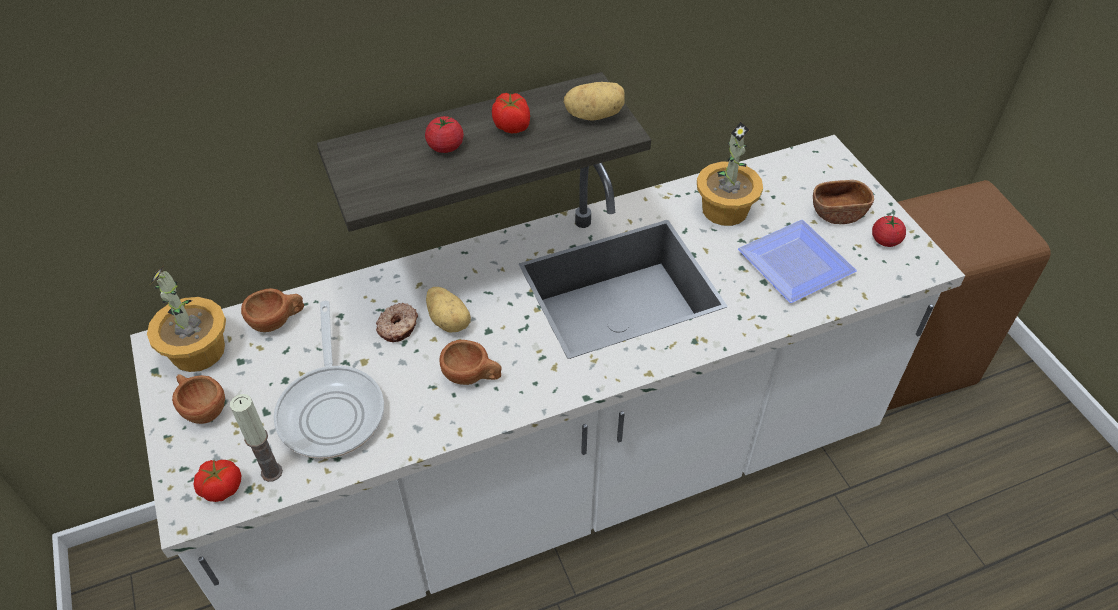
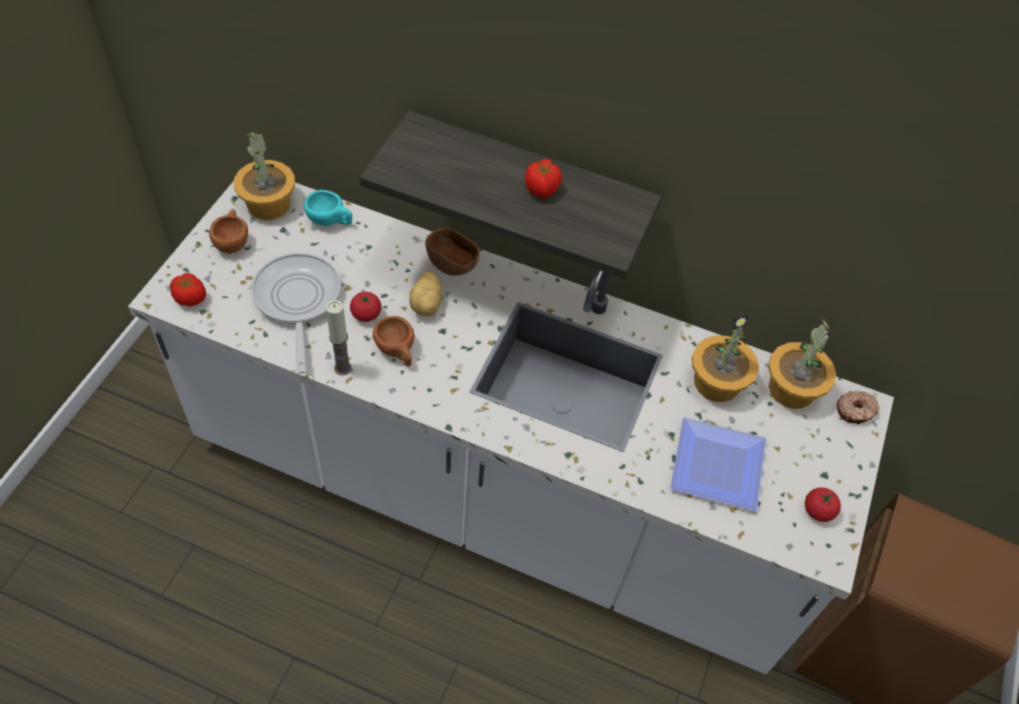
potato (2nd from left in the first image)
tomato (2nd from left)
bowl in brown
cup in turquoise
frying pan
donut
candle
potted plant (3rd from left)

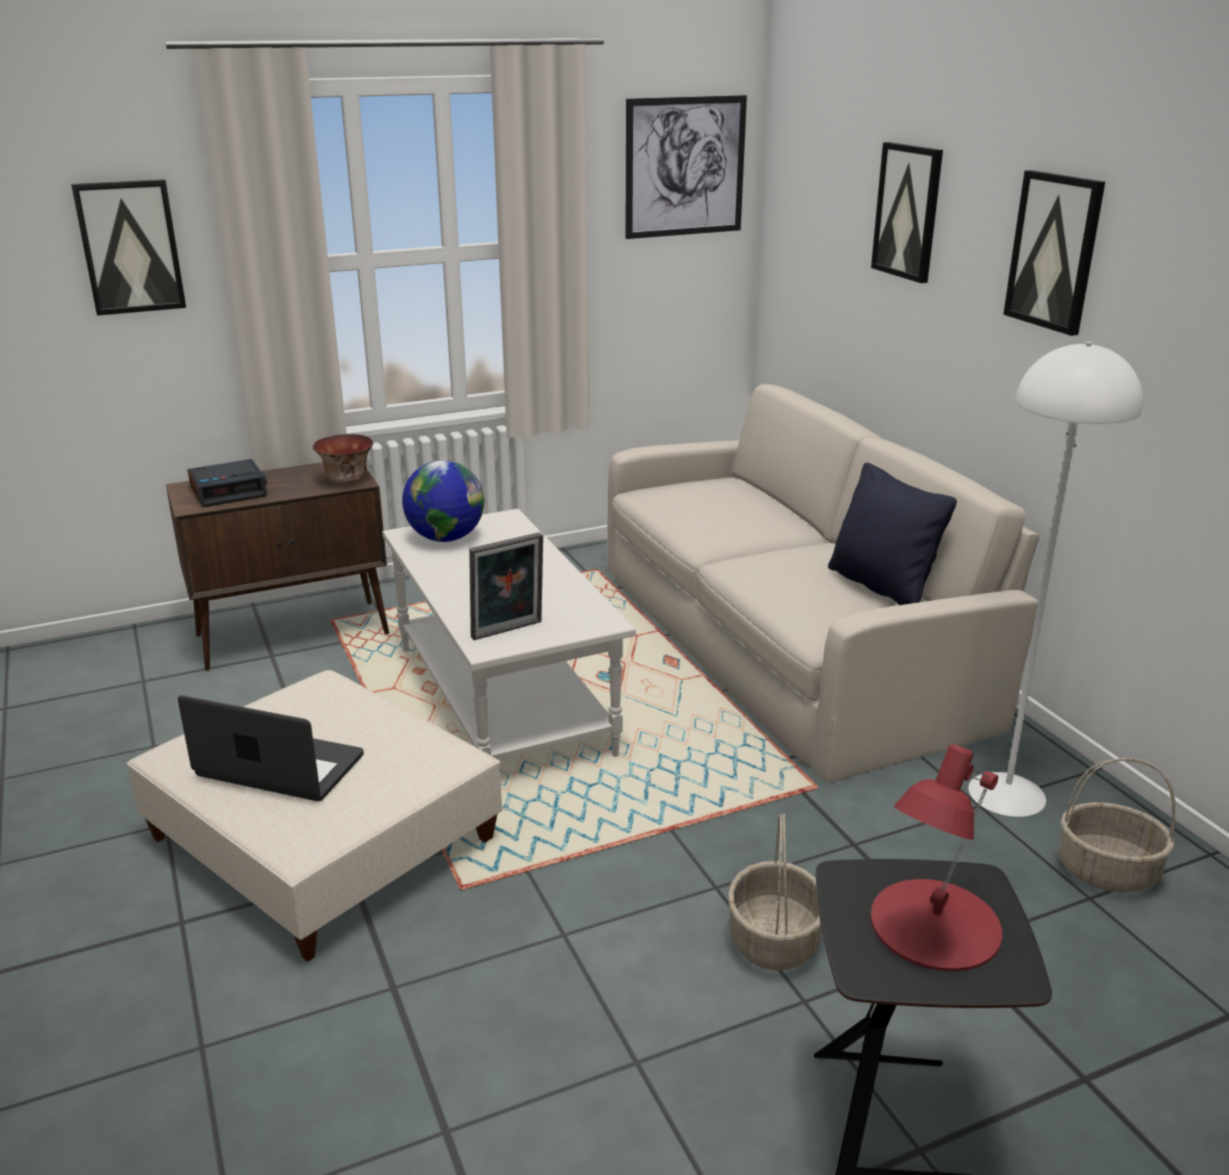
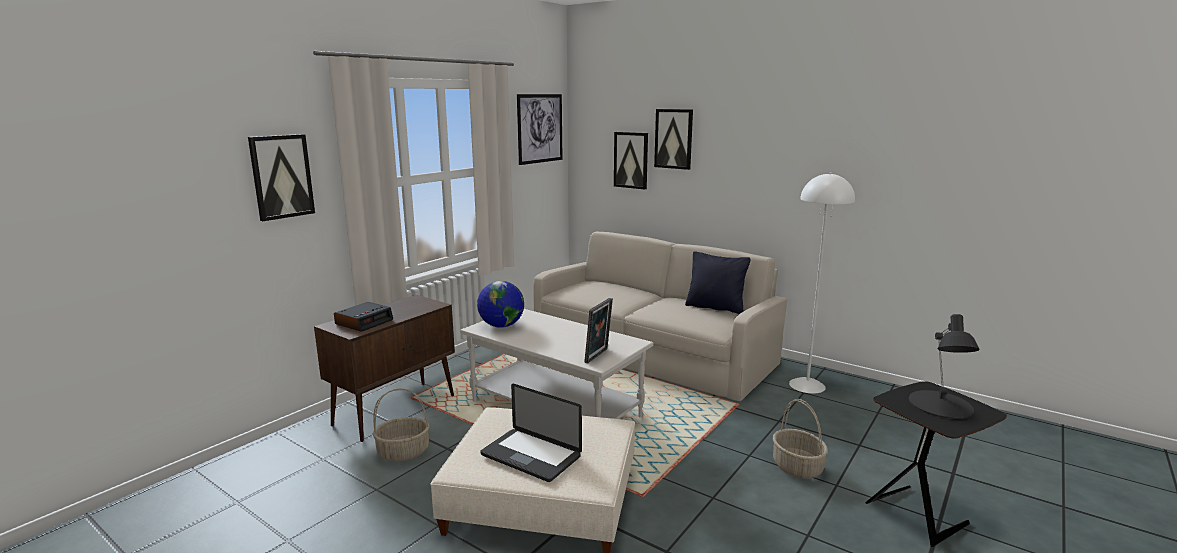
picture (3rd from left)
bowl
laptop
table lamp in black
basket (1st from left)

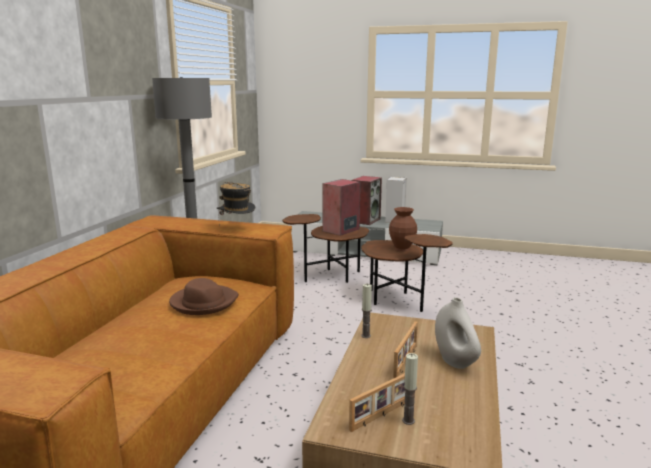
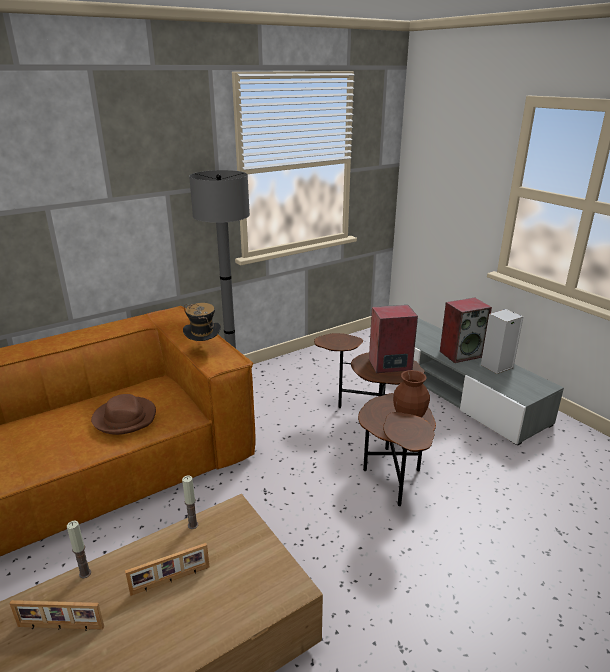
vase in white
candle (1st from left)

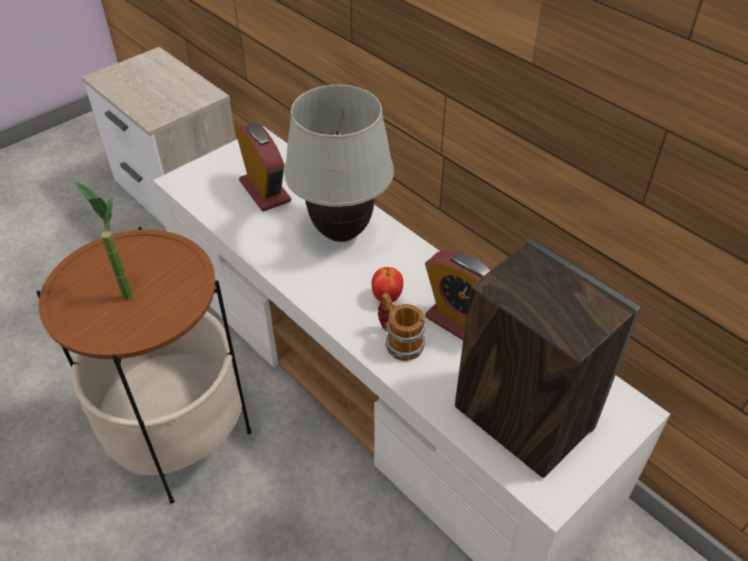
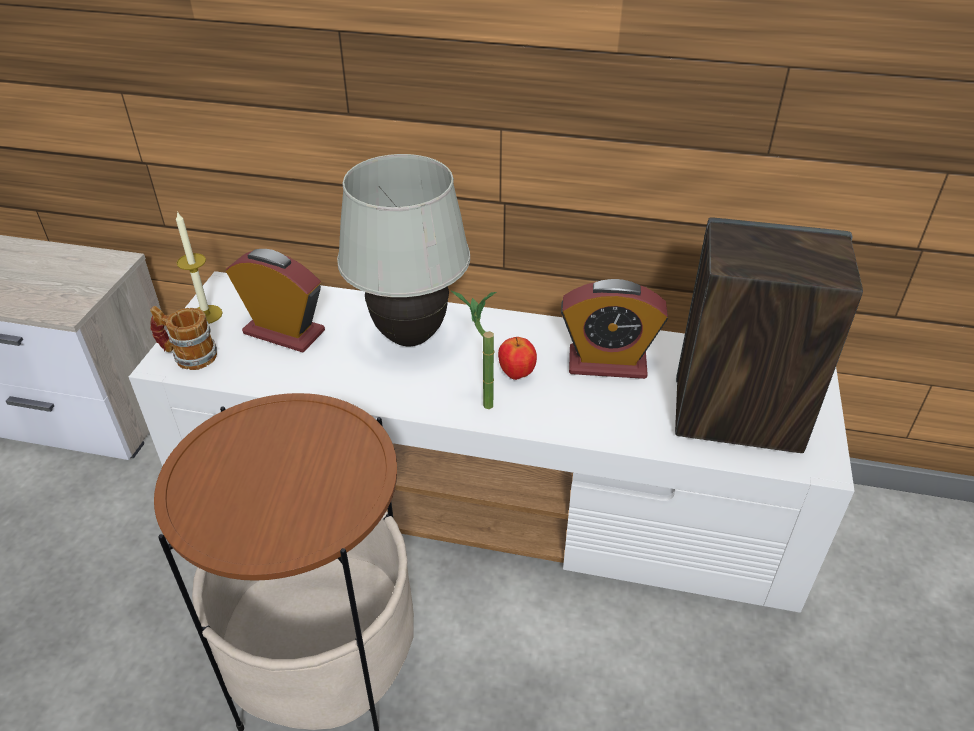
potted plant
mug
candle

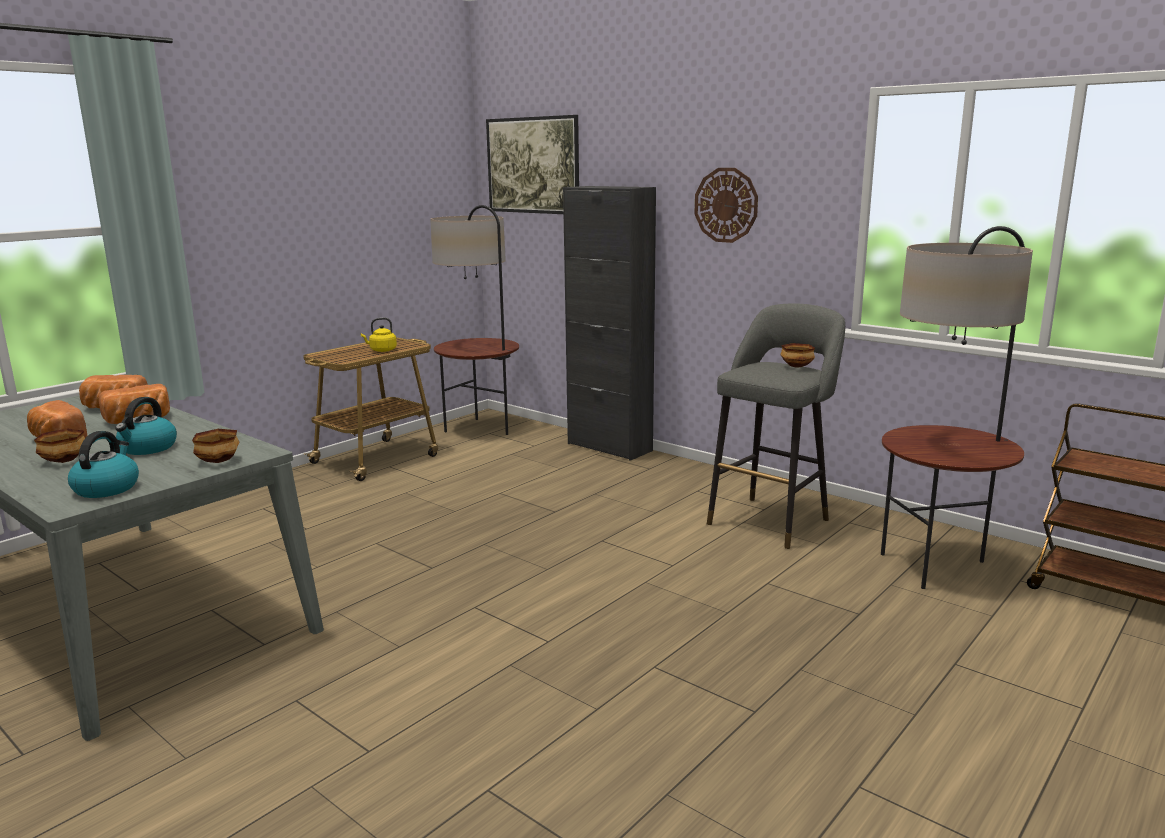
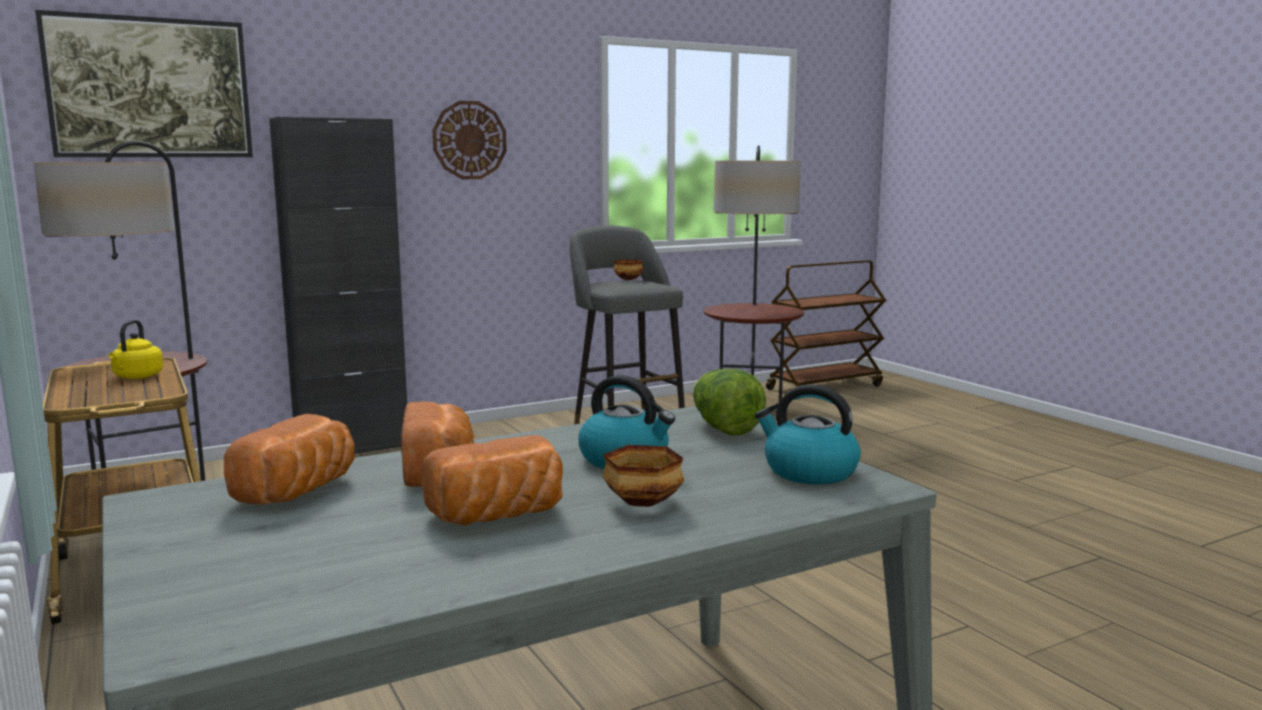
lettuce

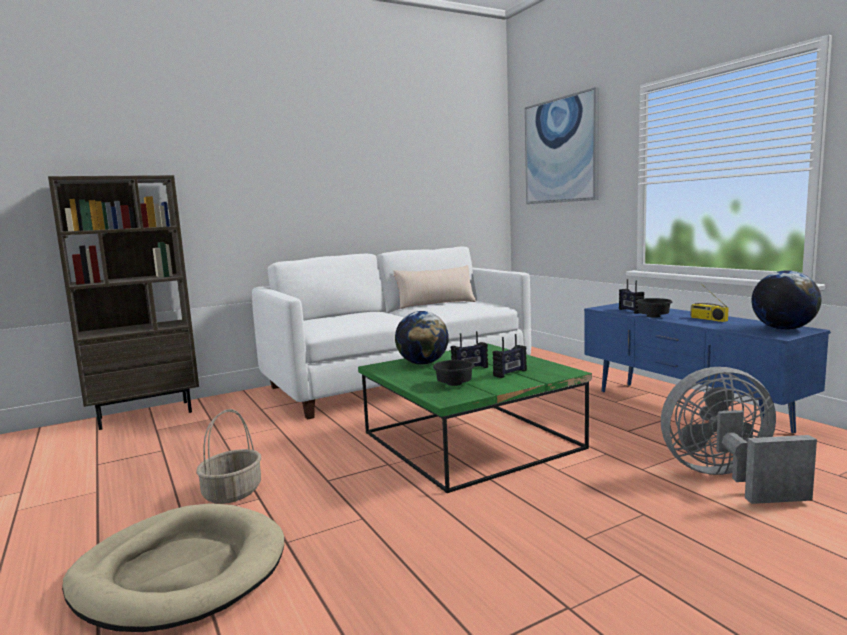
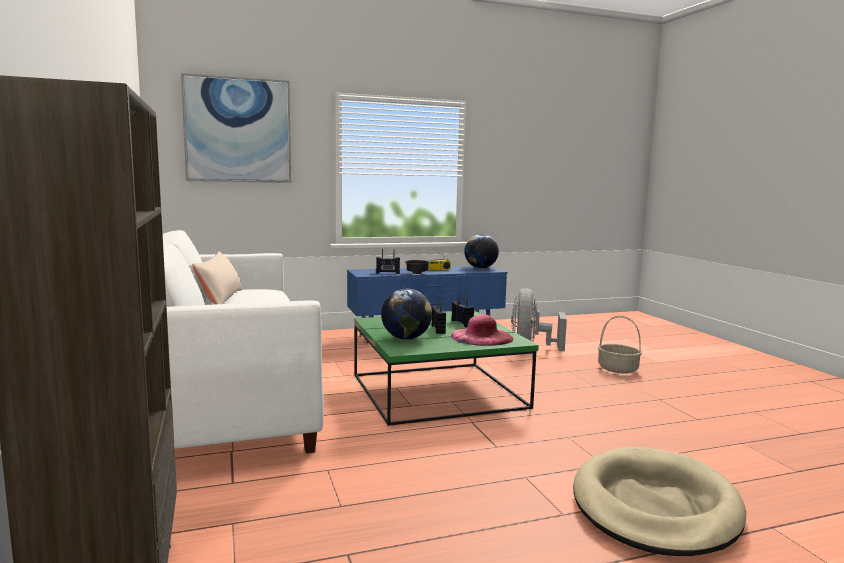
hat in pink
basket

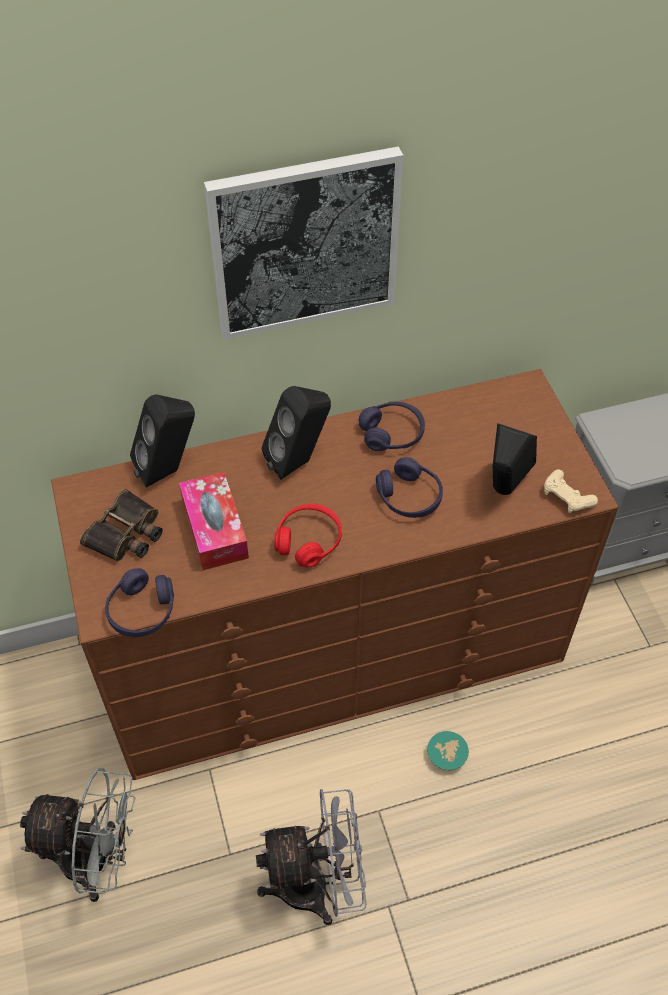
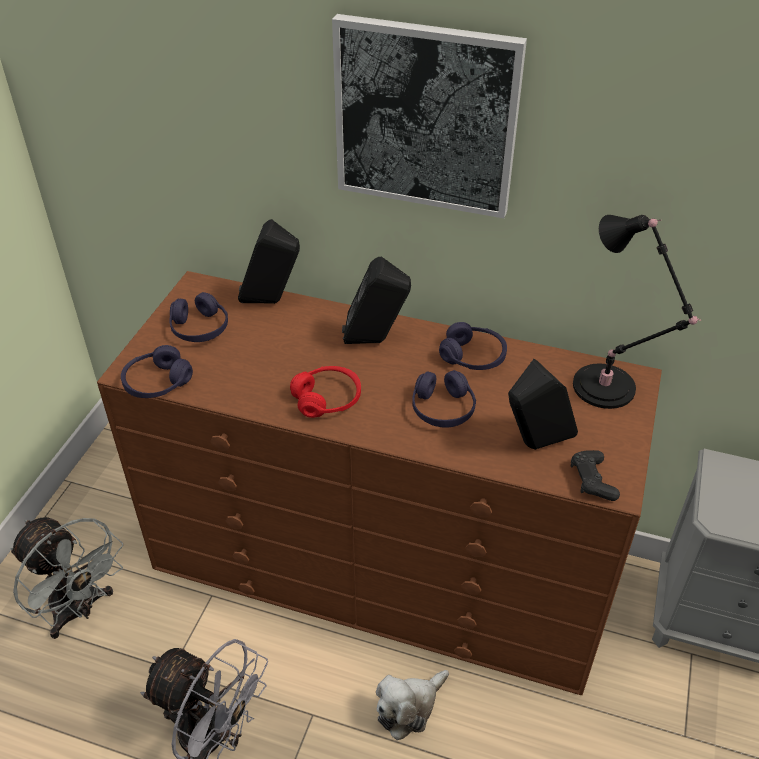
game controller in black
tissue box
headphones in purple (2nd from left)
plush toy
table lamp in black

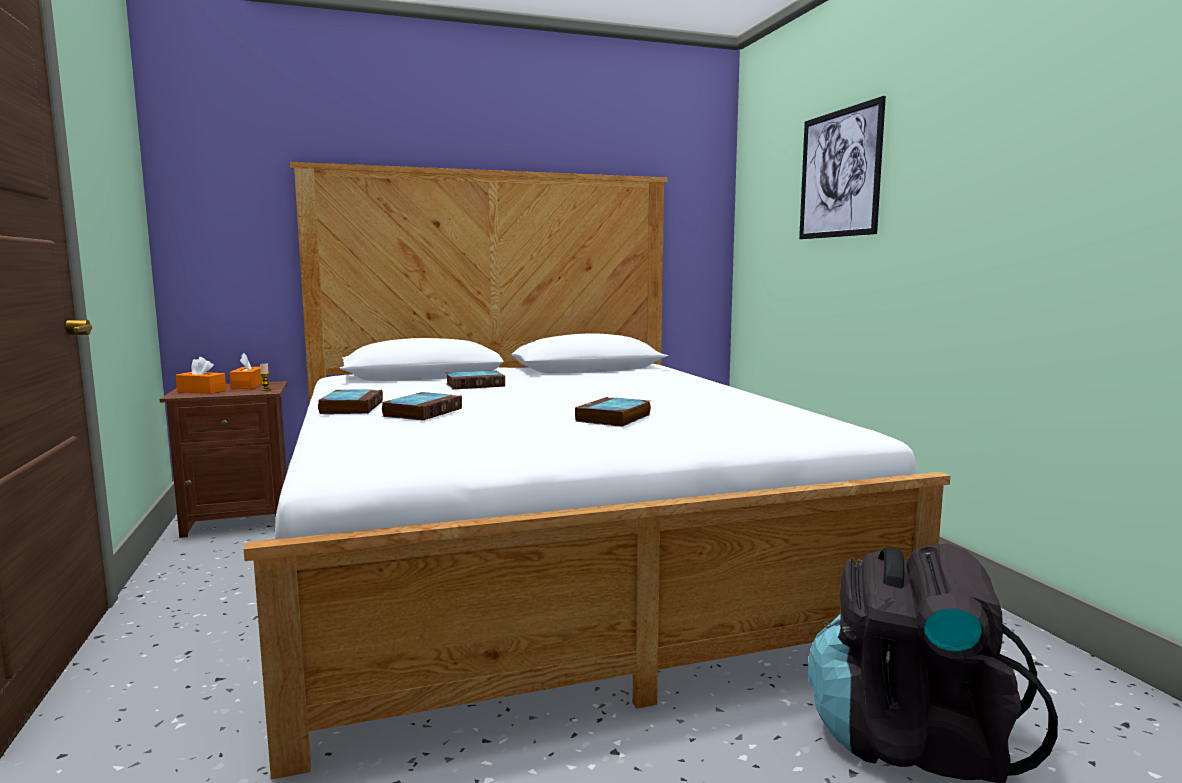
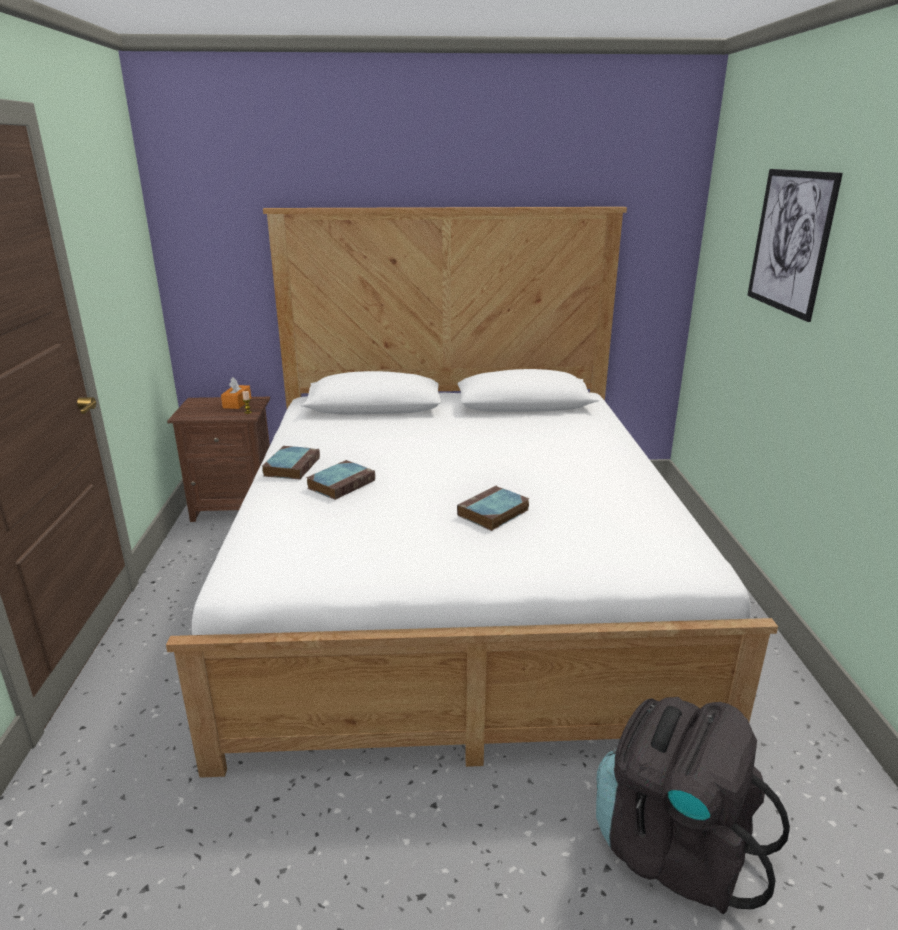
tissue box in orange (1st from left in the first image)
book (3rd from left in the first image)

